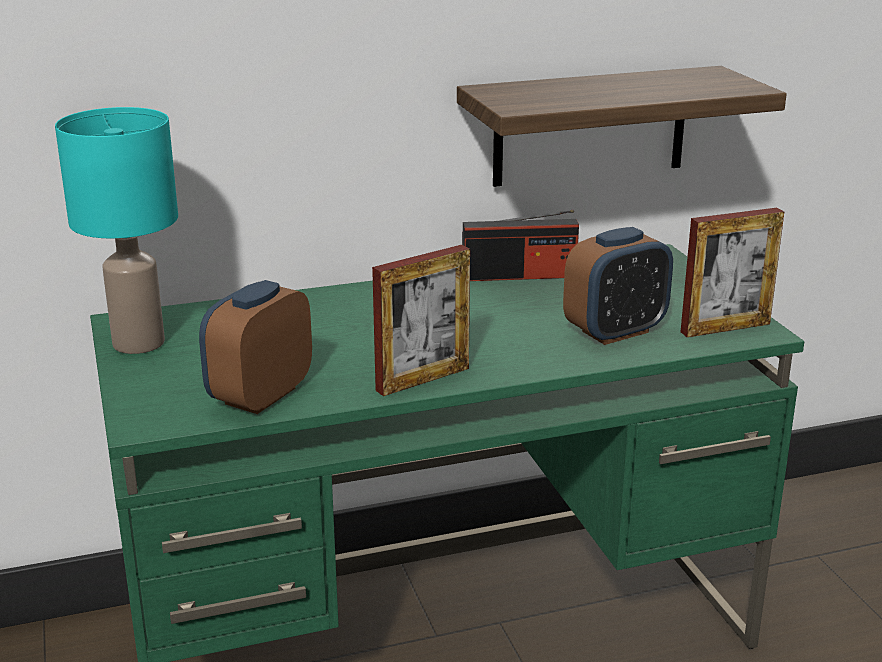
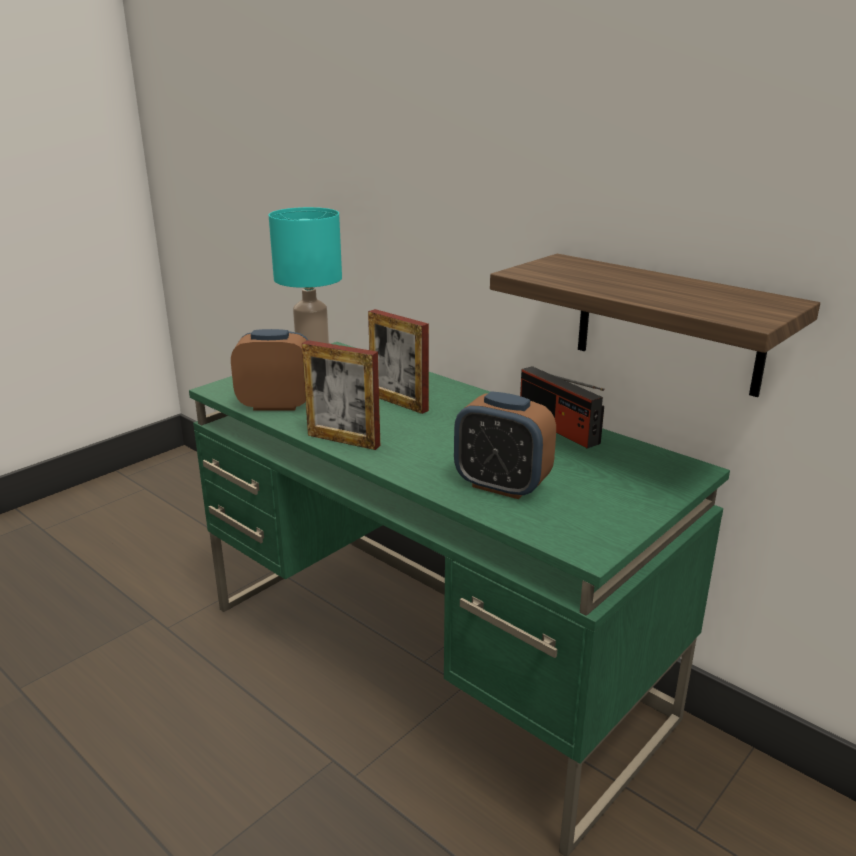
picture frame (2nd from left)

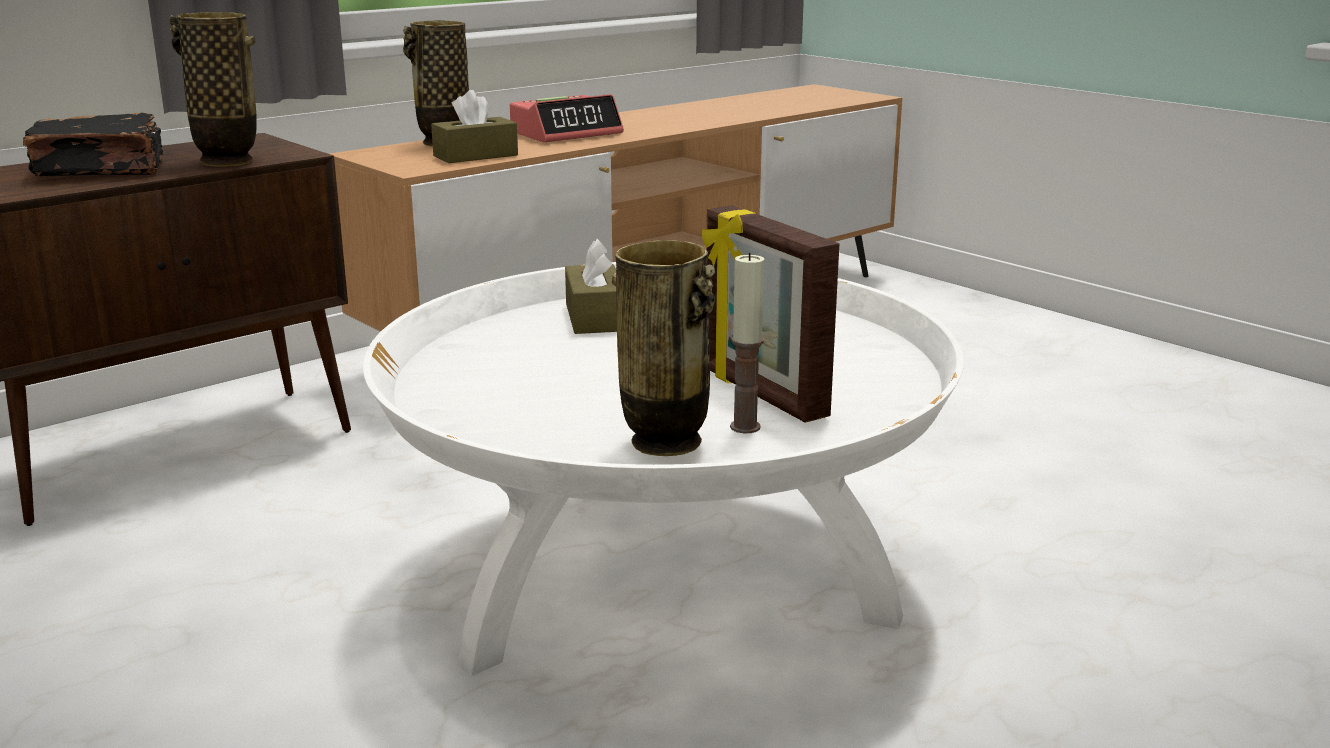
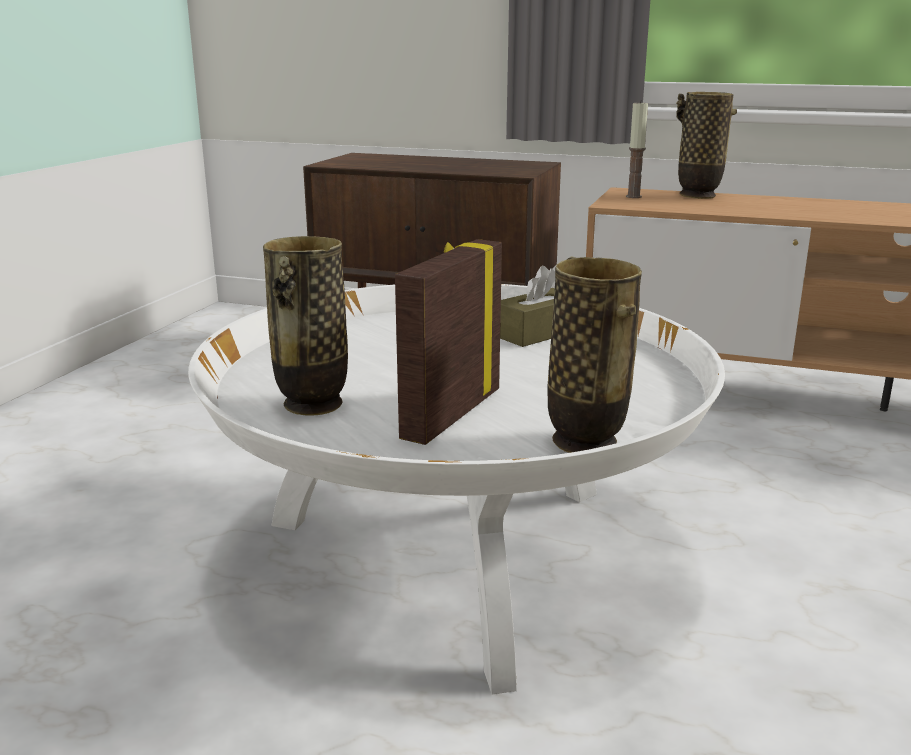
vase (2nd from left)
tissue box in brown (1st from left in the first image)
alarm clock
book in black
candle

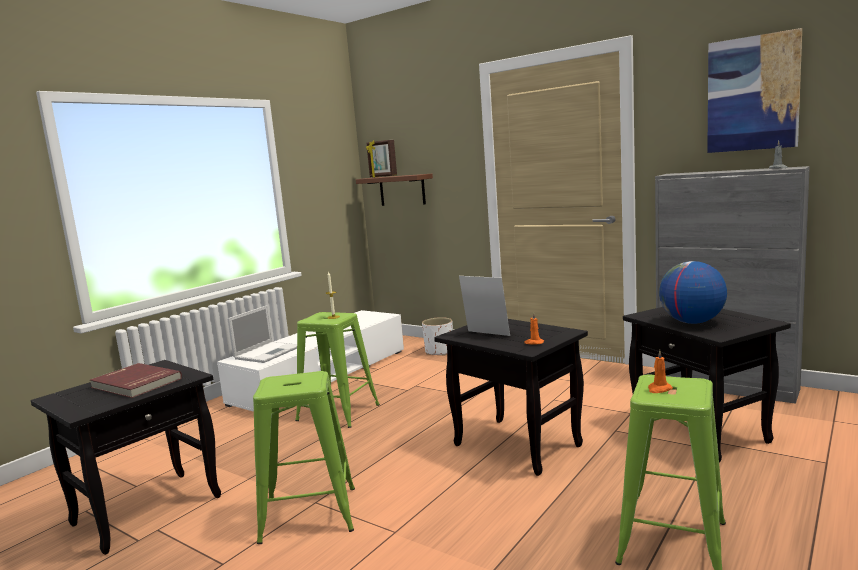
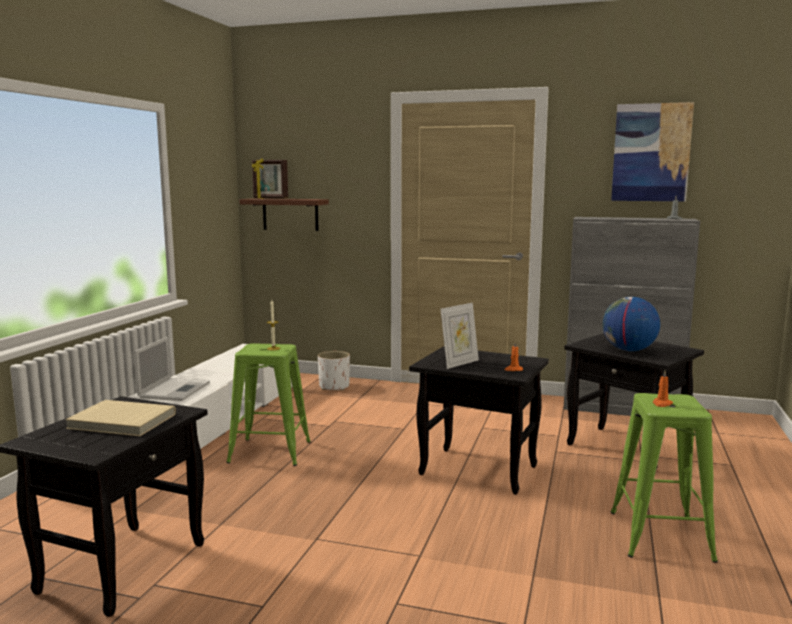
picture frame (2nd from left)
book in beige
stool in green (1st from left in the first image)

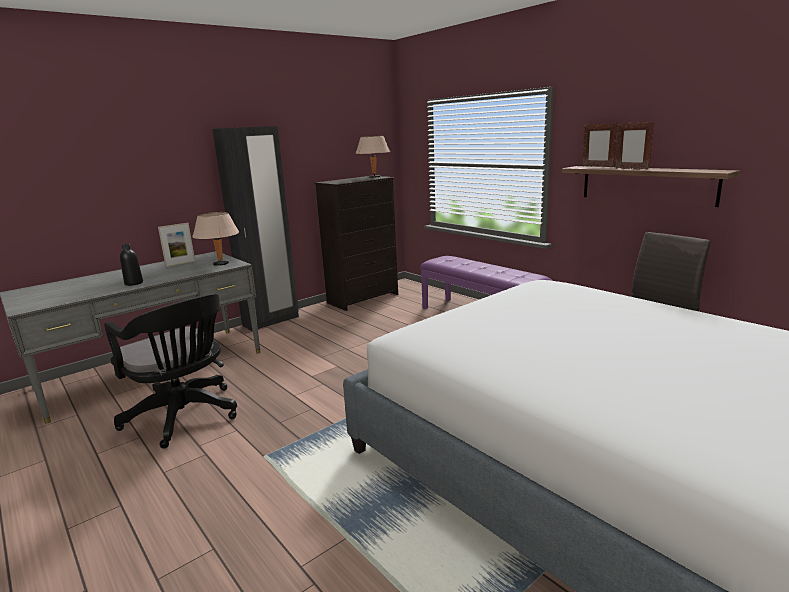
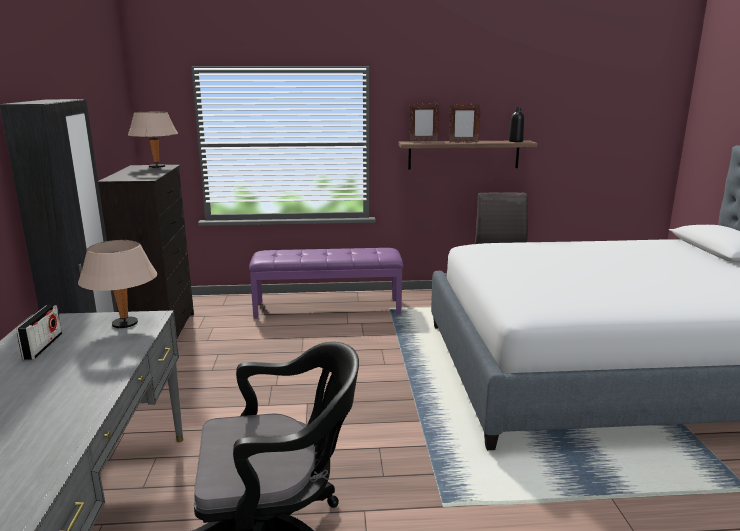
radio
bottle in black

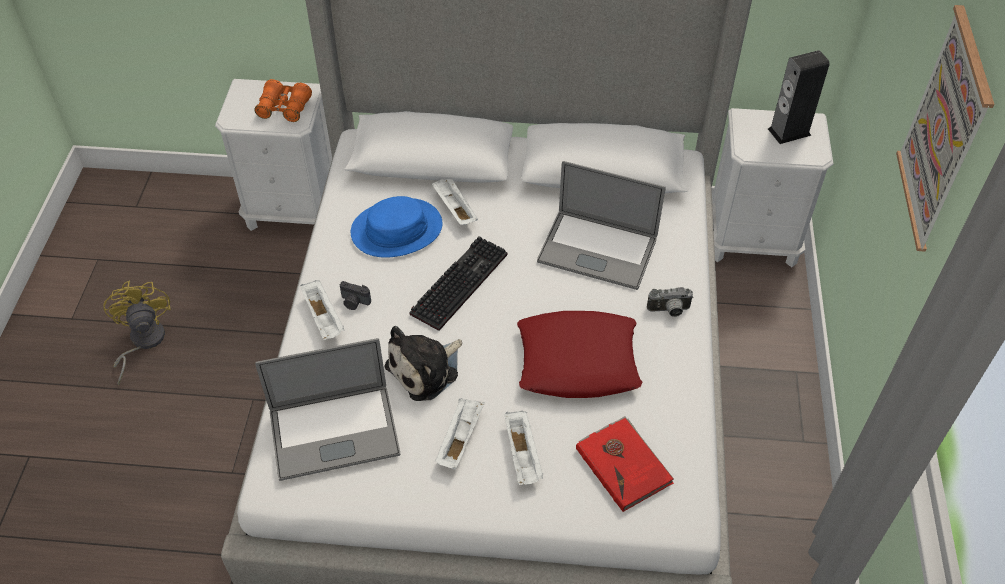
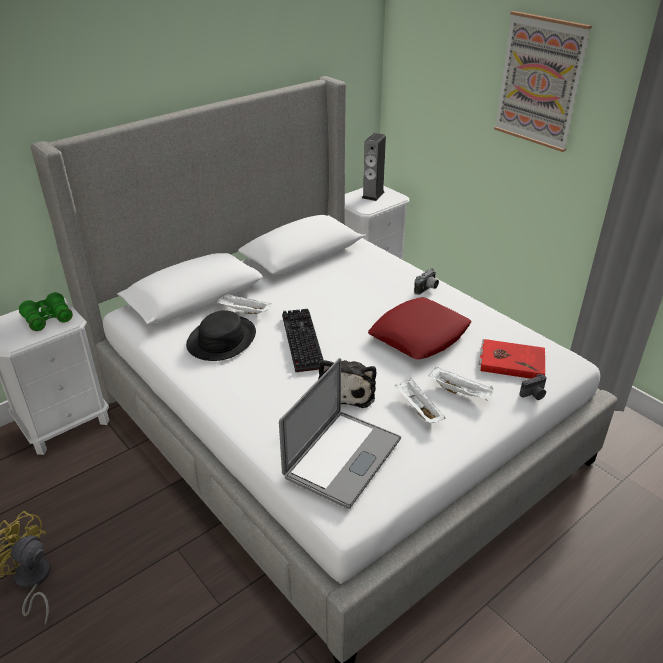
binoculars in green
laptop (2nd from left in the first image)
hat in black
tray in white (1st from left in the first image)
photo camera (2nd from left)

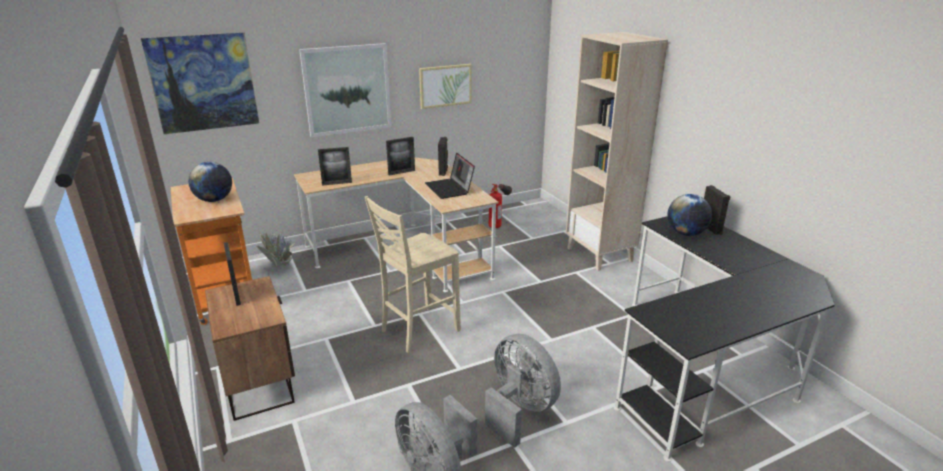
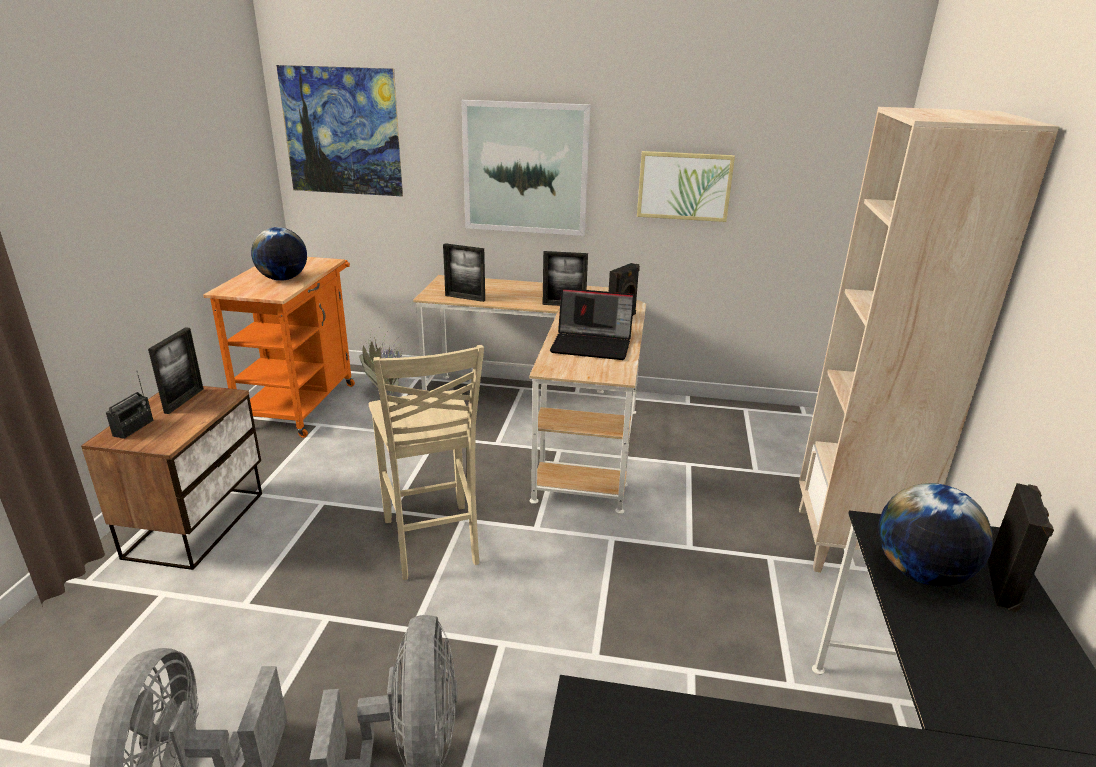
laptop
fire extinguisher
chair in beige
radio

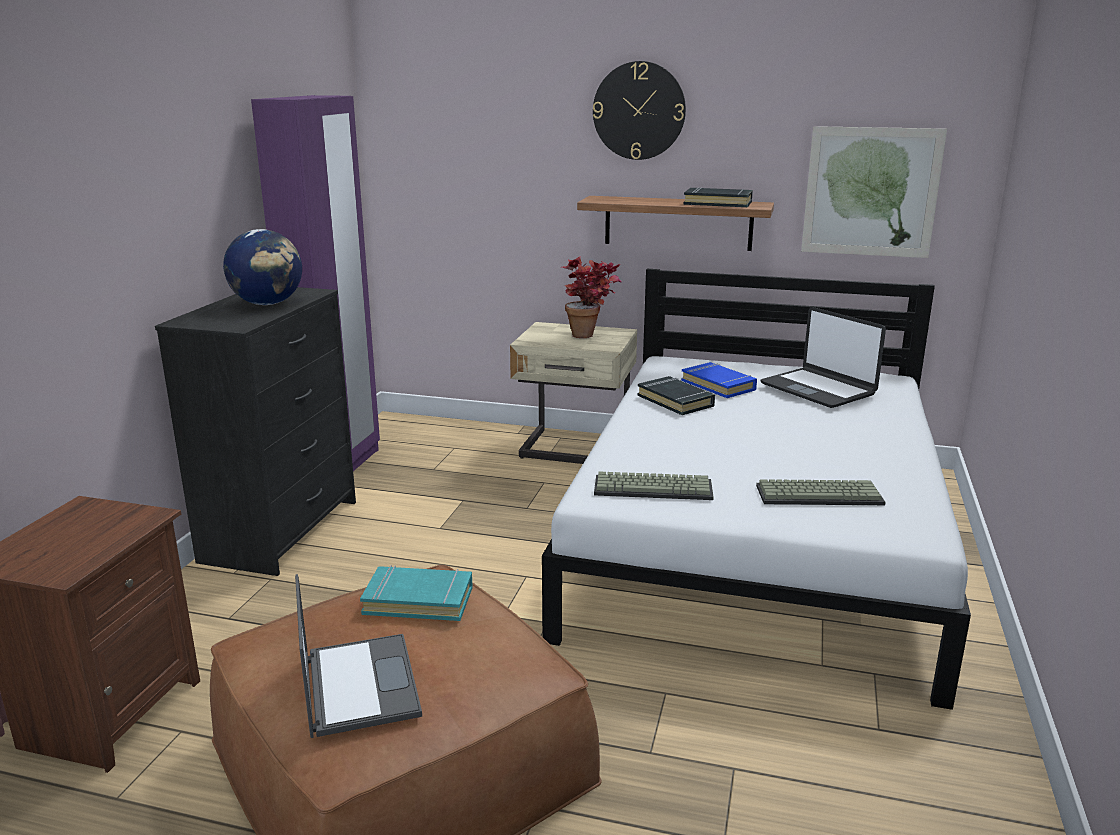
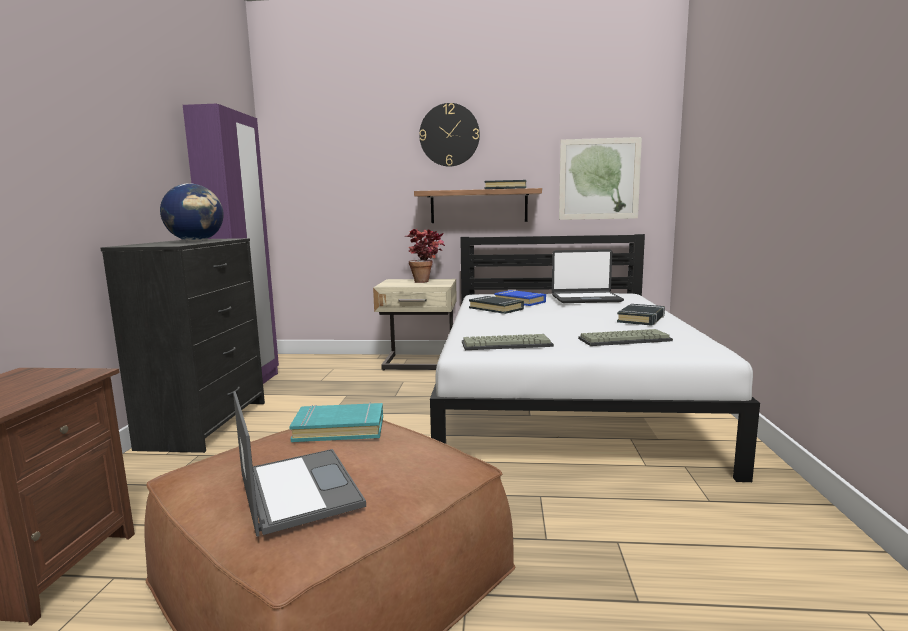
laptop (2nd from left)
book in black (3rd from left)

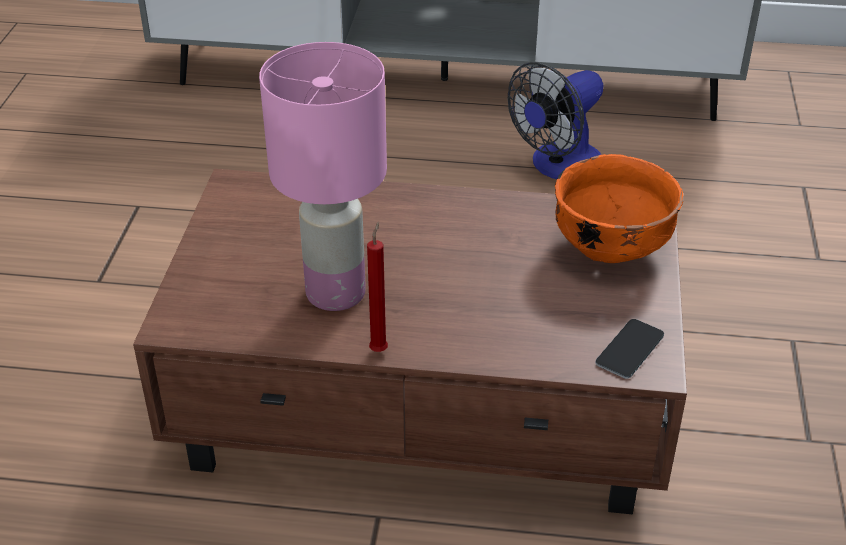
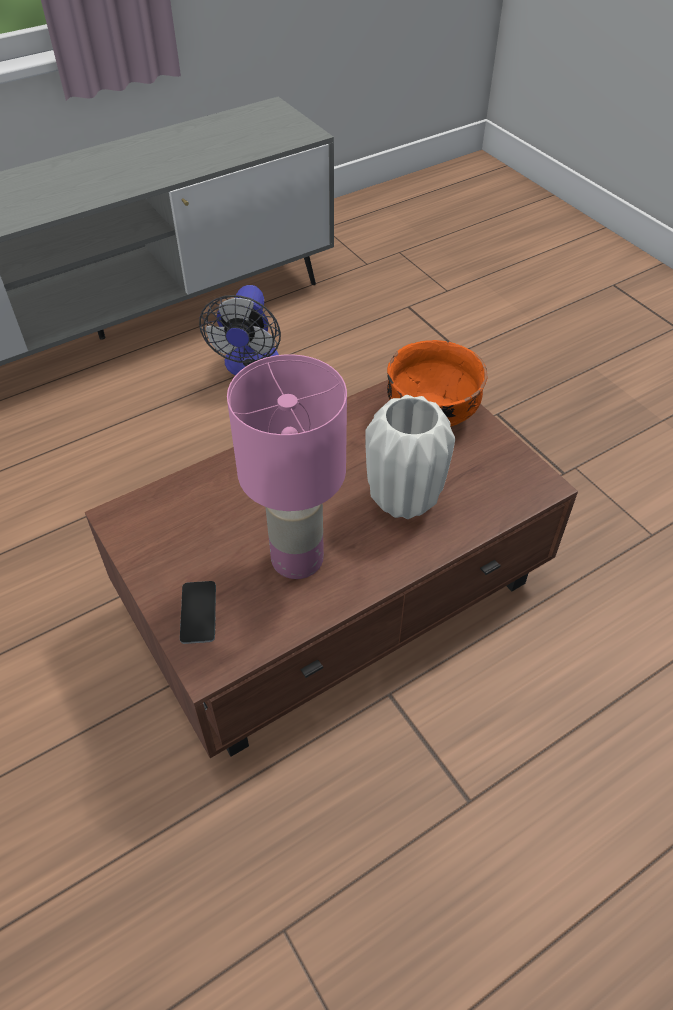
candle in red
phone
vase in white

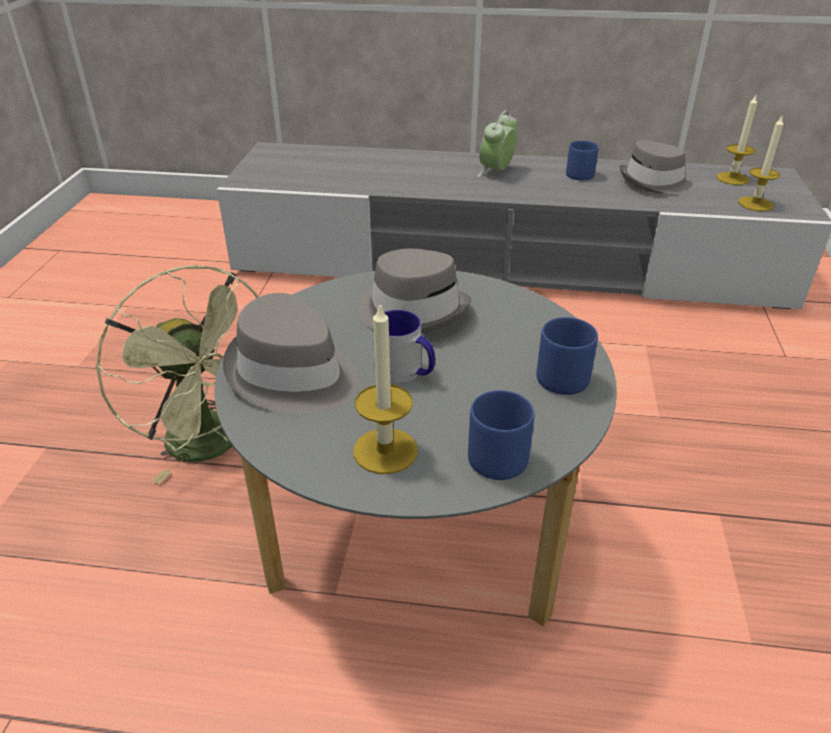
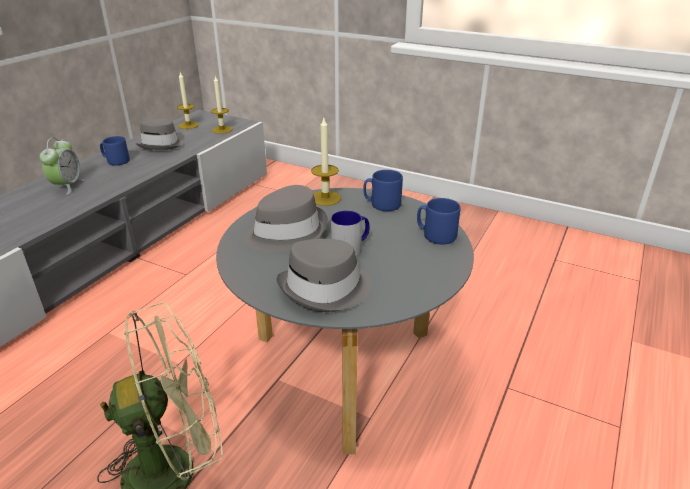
alarm clock
candle (3rd from left)

